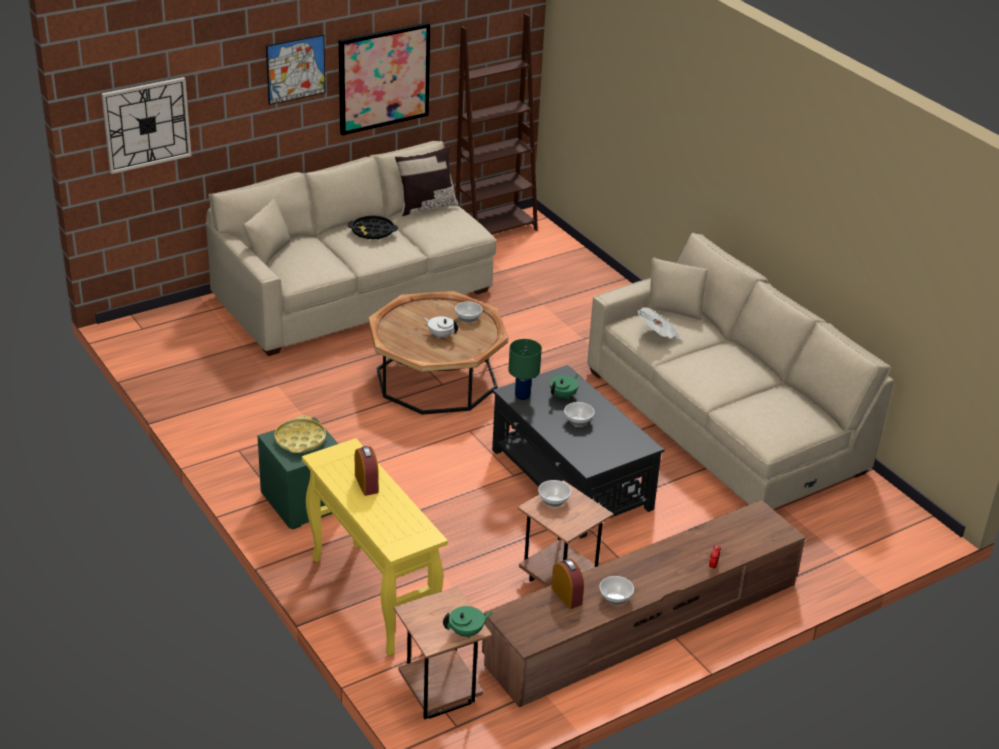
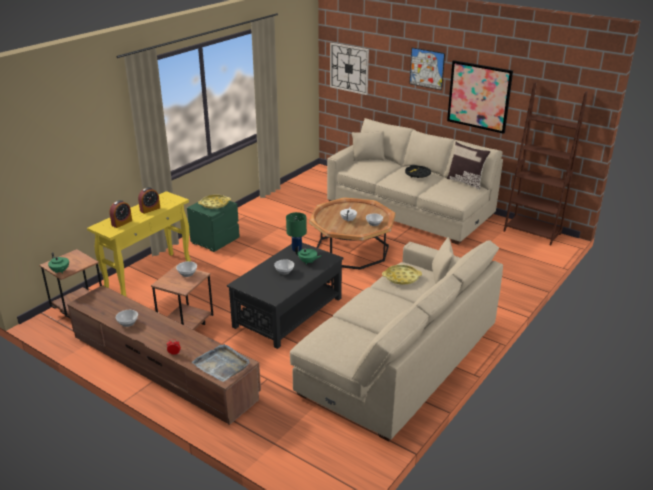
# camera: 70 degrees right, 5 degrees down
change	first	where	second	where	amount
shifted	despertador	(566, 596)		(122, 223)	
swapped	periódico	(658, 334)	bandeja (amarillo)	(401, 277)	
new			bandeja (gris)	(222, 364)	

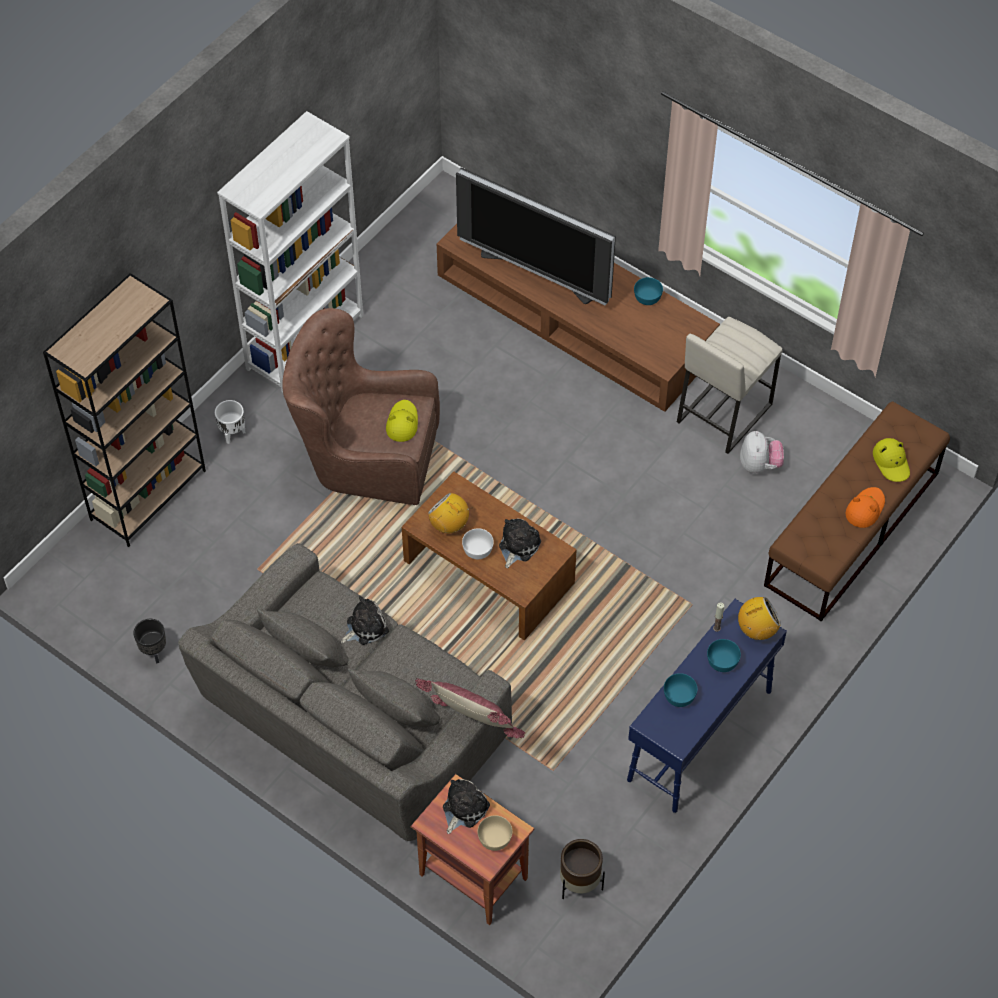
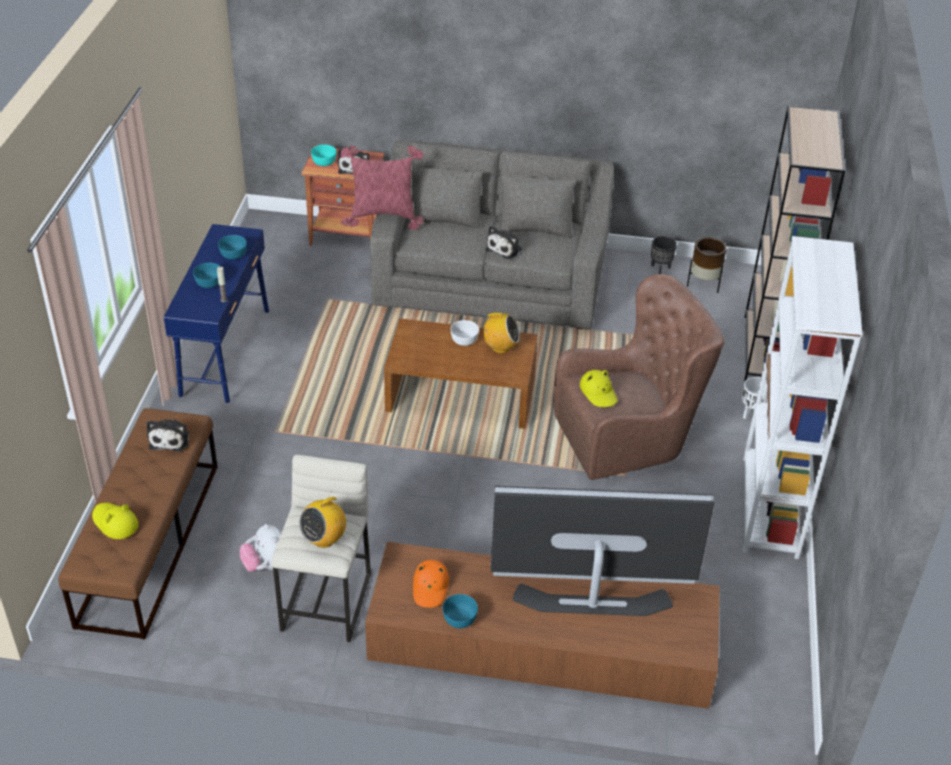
# camera: 150 degrees right, 15 degrees down
change	first	where	second	where	amount
repainted	cuenco (beis)	(494, 838)	cuenco (turquesa)	(324, 162)	
shifted	peluche	(518, 546)		(170, 439)	
shifted	maceta (marrón)	(580, 884)		(703, 284)	
shifted	radio	(757, 630)		(324, 539)	
shifted	sombrero (naranja)	(865, 509)		(430, 587)	

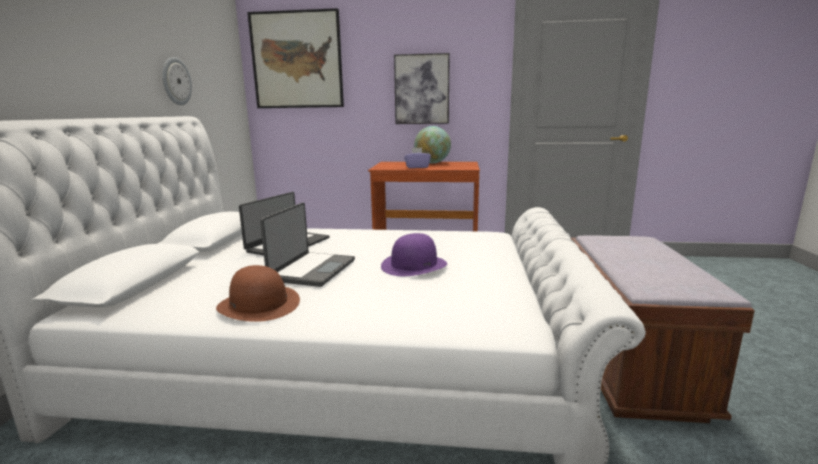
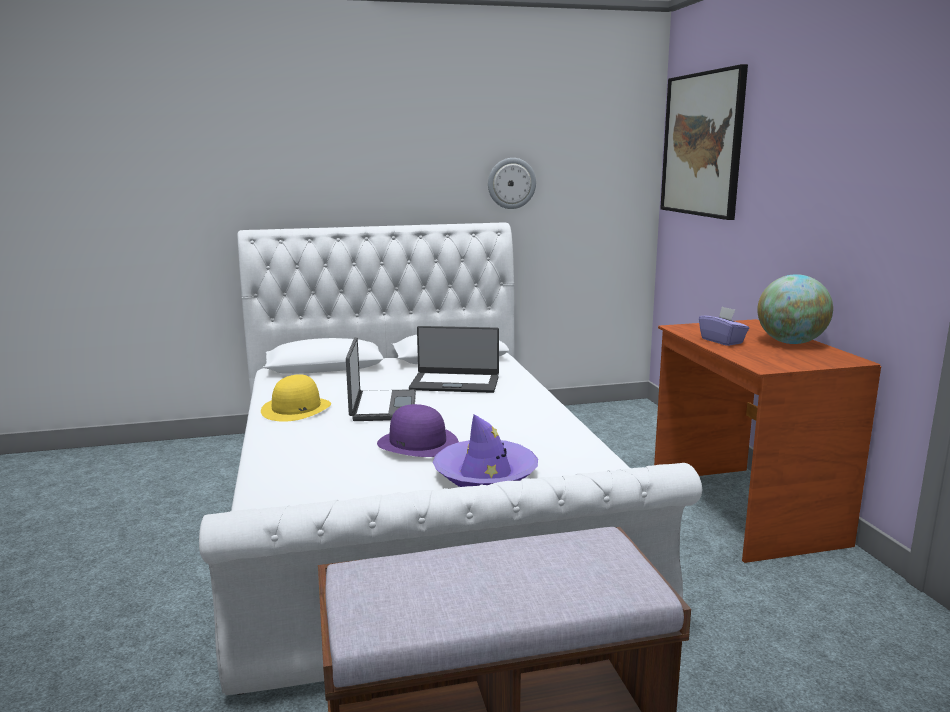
# camera: 70 degrees right, 0 degrees up
change	first	where	second	where	amount
repainted	sombrero (marrón)	(259, 304)	sombrero (amarillo)	(296, 409)	
rotated	portátil	(312, 270)		(382, 407)	90 degrees counterclockwise
gone	cuadro	(422, 89)			
new			sombrero (morado)	(485, 474)	

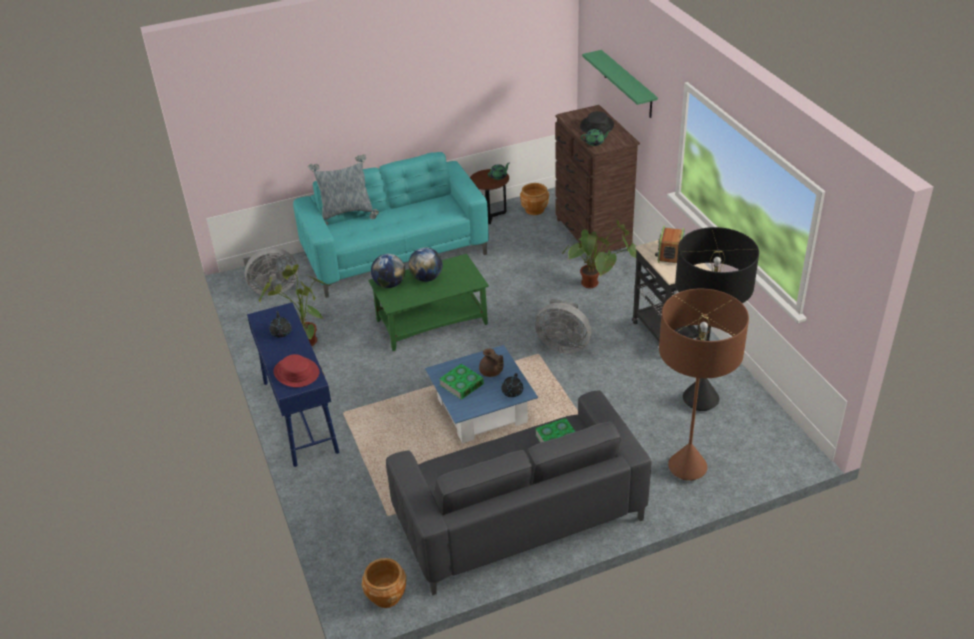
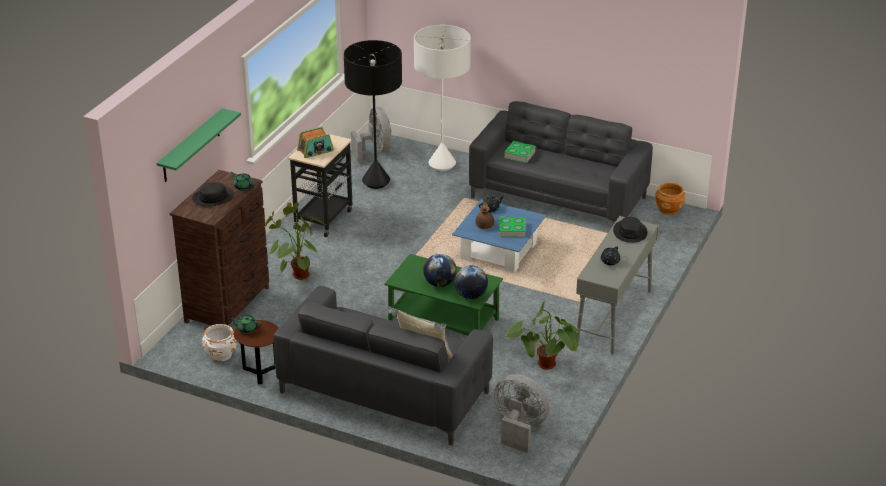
# camera: 135 degrees left, 5 degrees down
change	first	where	second	where	amount
repainted	mesa consola (azul)	(301, 416)	mesa consola (gris)	(613, 317)	
repainted	sombrero (rojo)	(296, 373)	sombrero (negro)	(630, 232)	
repainted	sofá (turquesa)	(396, 254)	sofá (gris)	(383, 392)	
repainted	maceta (marrón)	(534, 210)	maceta (blanco)	(221, 354)	
shifted	ventilador (gris)	(563, 345)		(375, 151)	
repainted	lámpara de pie (marrón)	(687, 469)	lámpara de pie (blanco)	(442, 165)	

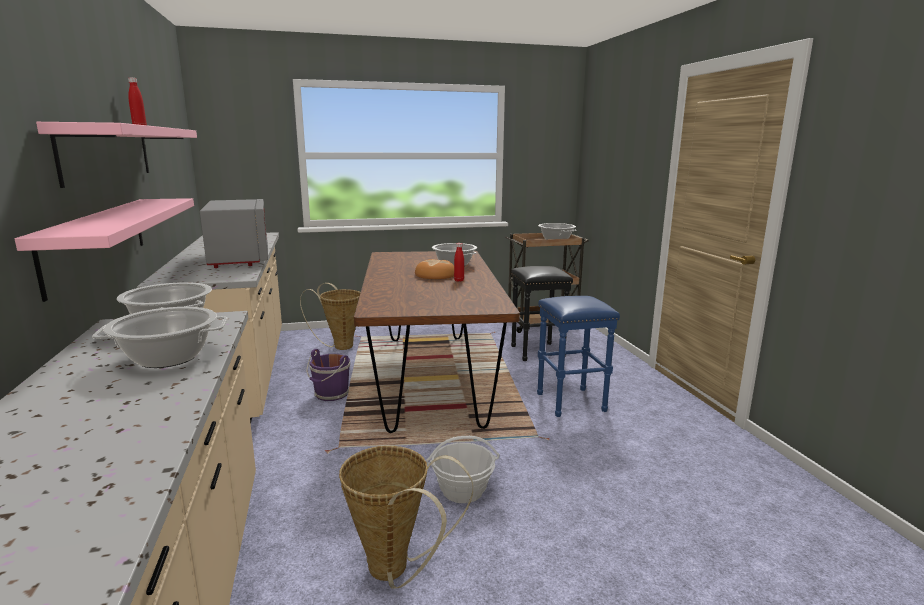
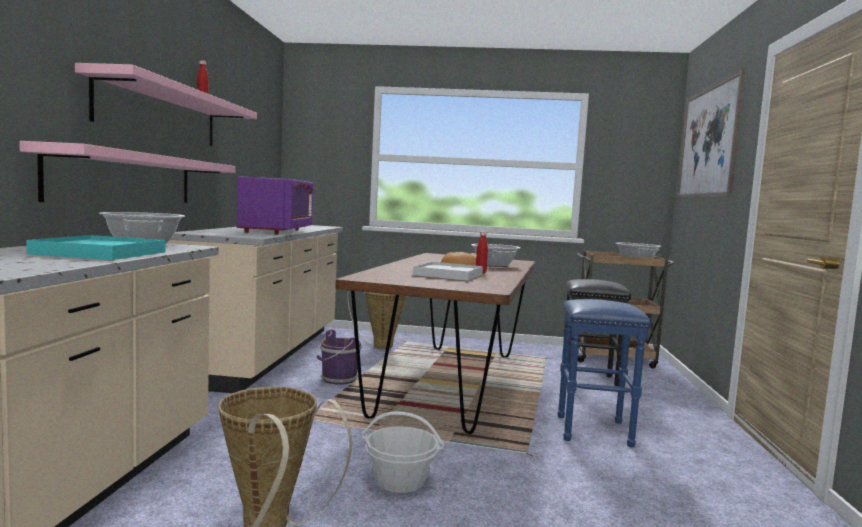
# camera: 20 degrees right, 10 degrees down
change	first	where	second	where	amount
swapped	olla	(167, 358)	bandeja (turquesa)	(100, 253)	
repainted	microondas (gris)	(240, 258)	microondas (morado)	(277, 231)	
new			bandeja (blanco)	(448, 275)	
new			cuadro	(707, 142)	

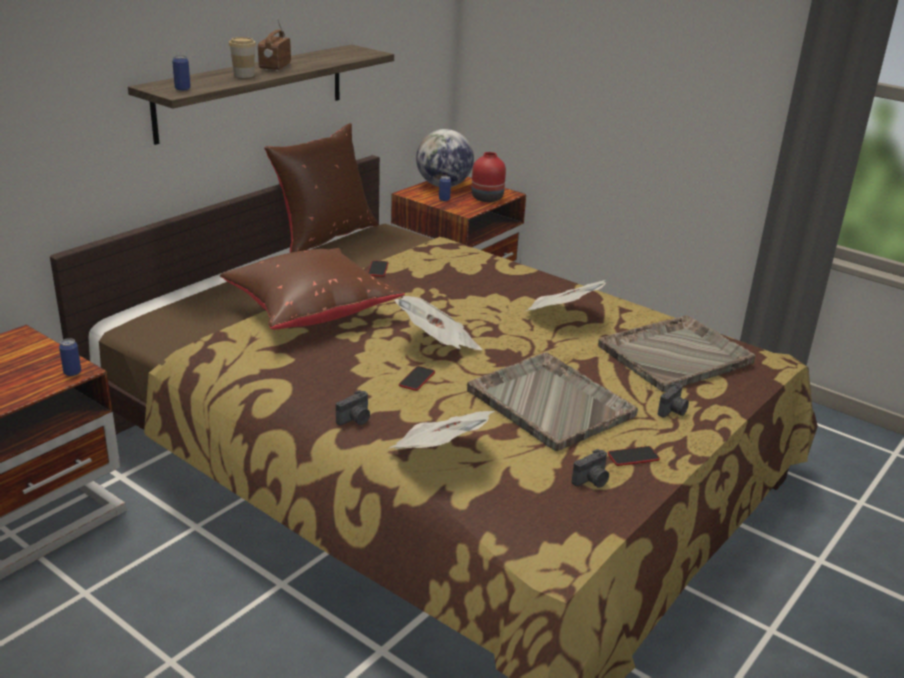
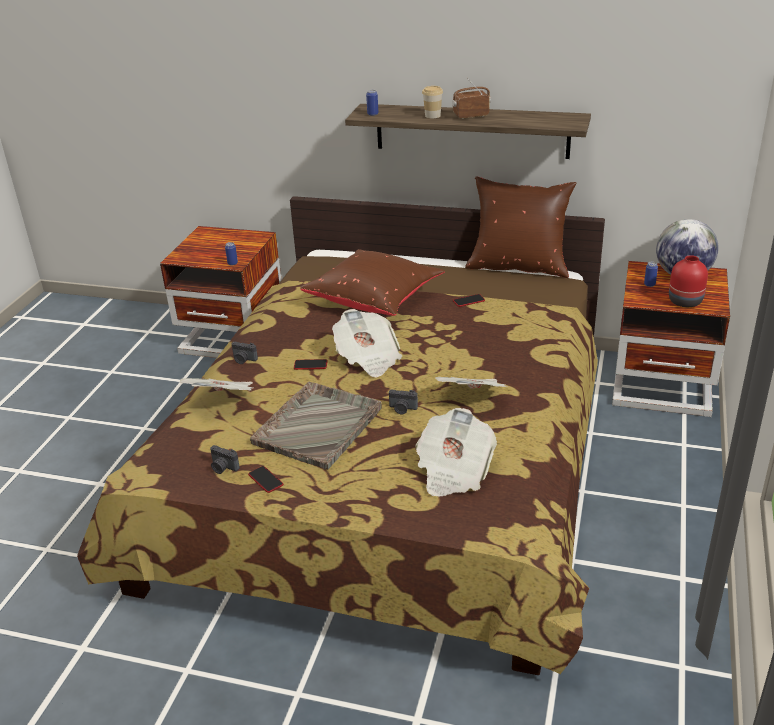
# camera: 70 degrees right, 5 degrees up
change	first	where	second	where	amount
swapped	bandeja (gris)	(676, 355)	periódico	(453, 471)	
shifted	cámara	(673, 411)		(402, 409)	

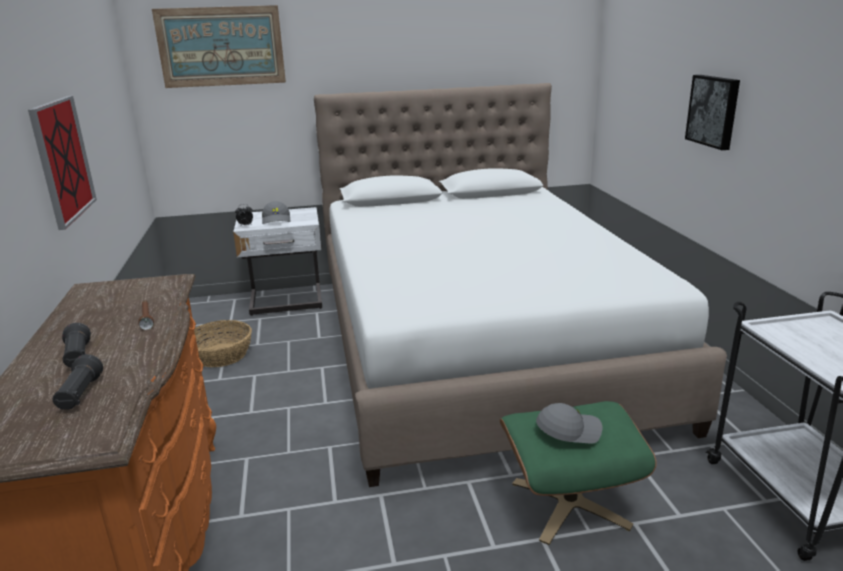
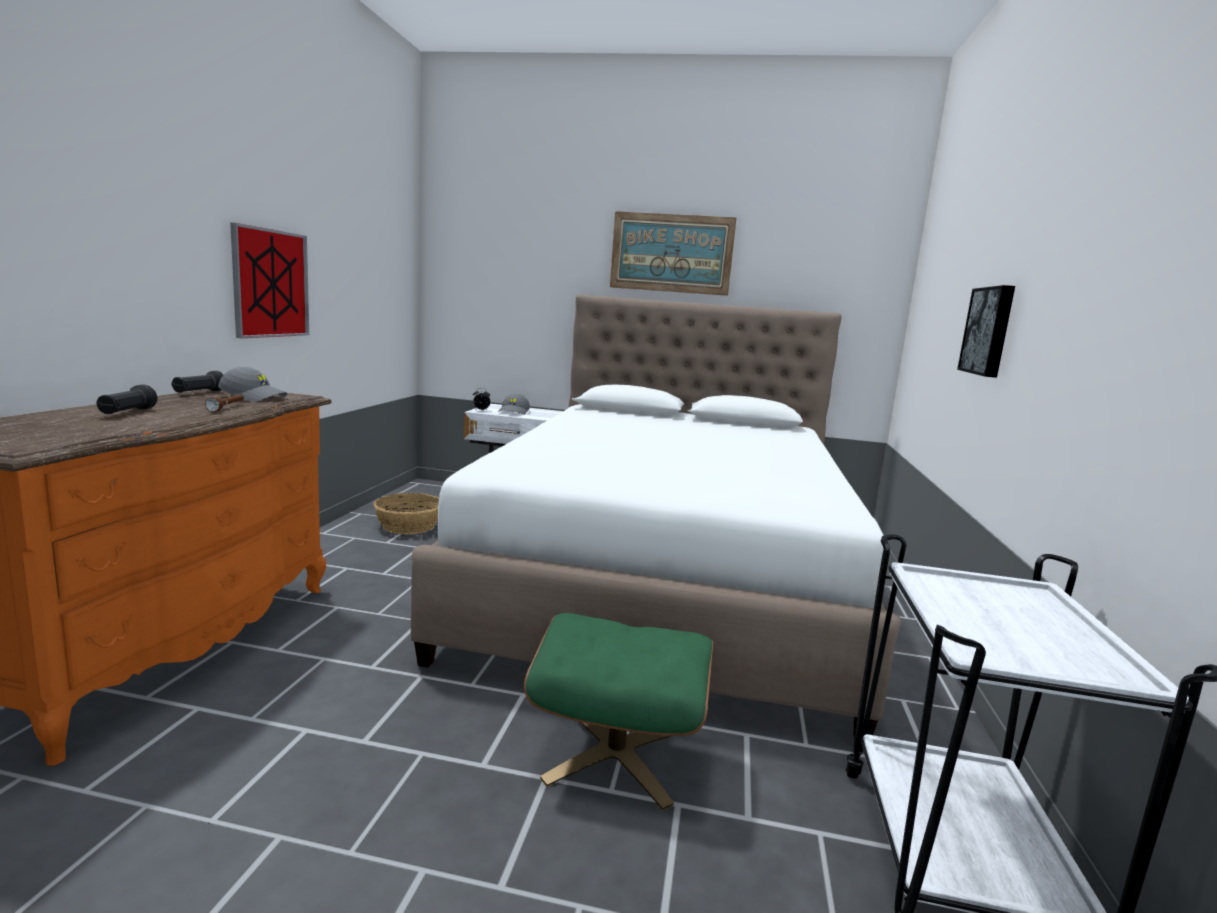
# camera: 20 degrees right, 10 degrees down
change	first	where	second	where	amount
shifted	linterna (negro)	(80, 395)		(199, 393)	
shifted	cuadro	(221, 46)		(671, 253)	
shifted	gorra (gris)	(568, 430)		(254, 397)	

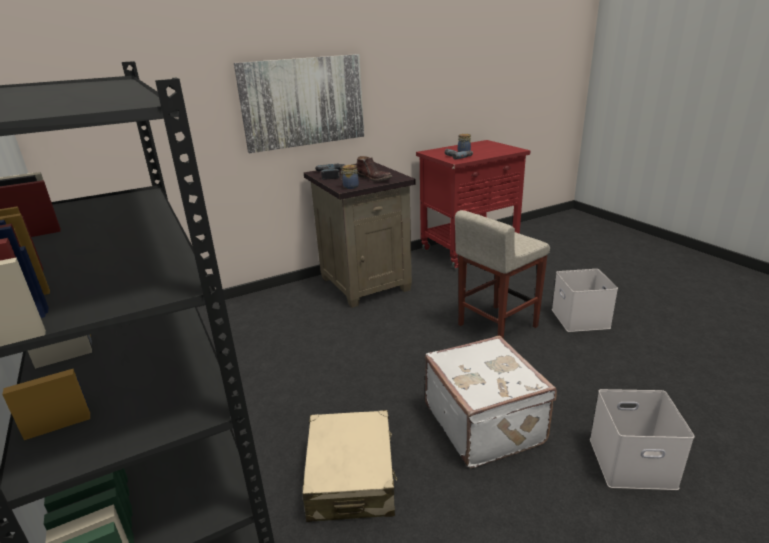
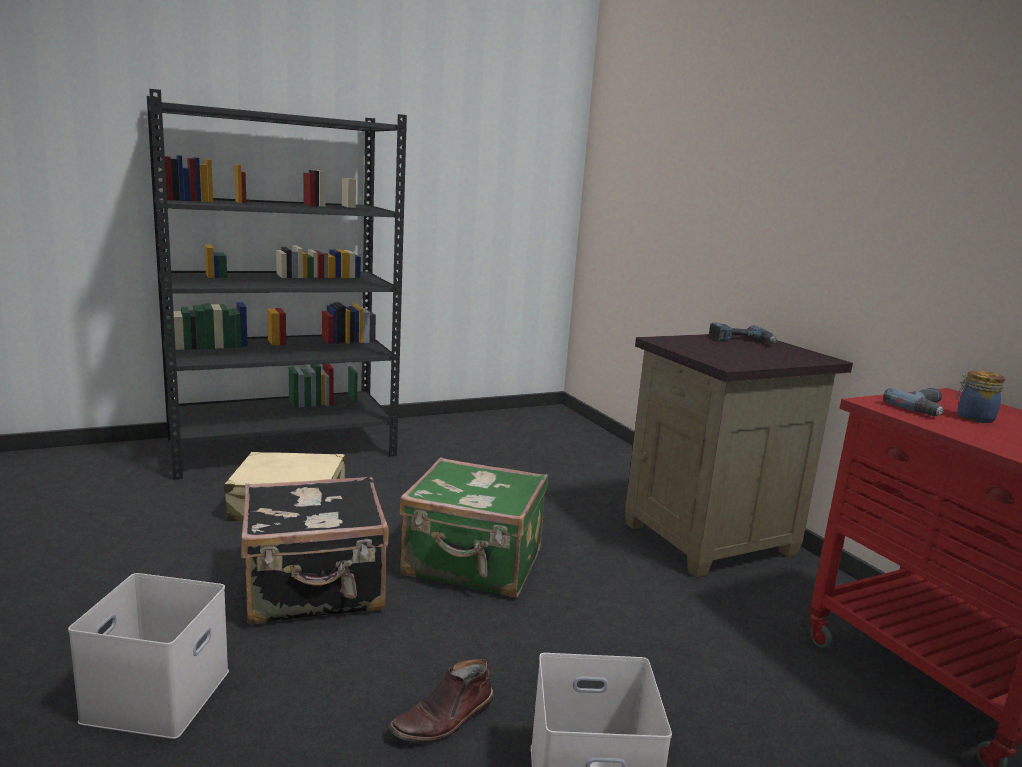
# camera: 90 degrees right, 10 degrees down
change	first	where	second	where	amount
gone	cuadro	(303, 102)			
gone	tarro	(350, 187)			
shifted	bota (marrón)	(374, 178)		(444, 720)	
repainted	maleta (blanco)	(485, 423)	maleta (negro)	(315, 589)	
gone	taburete (beis)	(496, 326)			
new			maleta (verde)	(473, 564)	

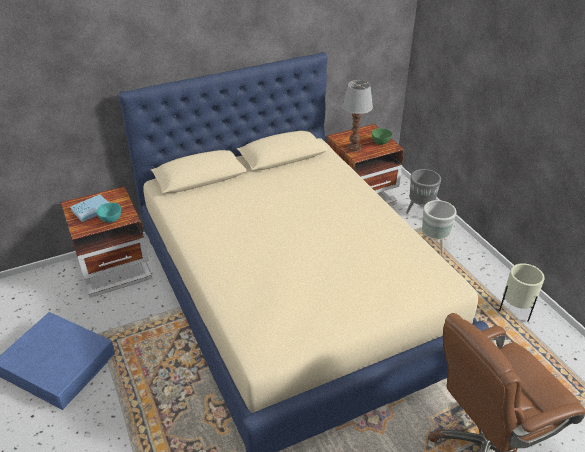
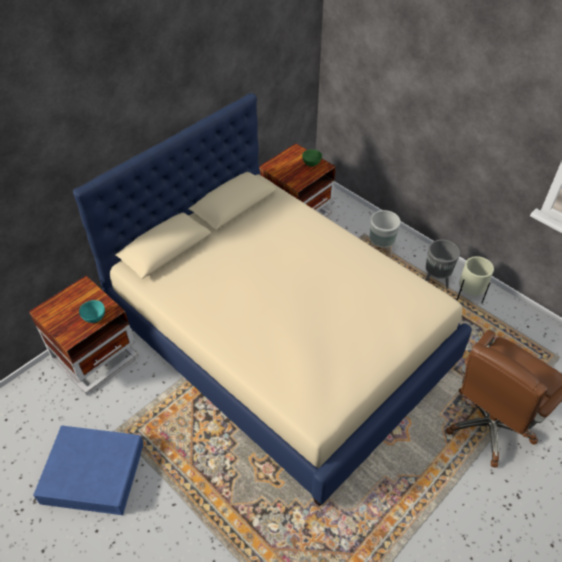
# camera: 20 degrees left, 10 degrees up
change	first	where	second	where	amount
gone	libro (azul)	(91, 209)			
gone	lámpara de mesa	(354, 148)			
shifted	maceta (gris)	(420, 213)		(435, 281)	

